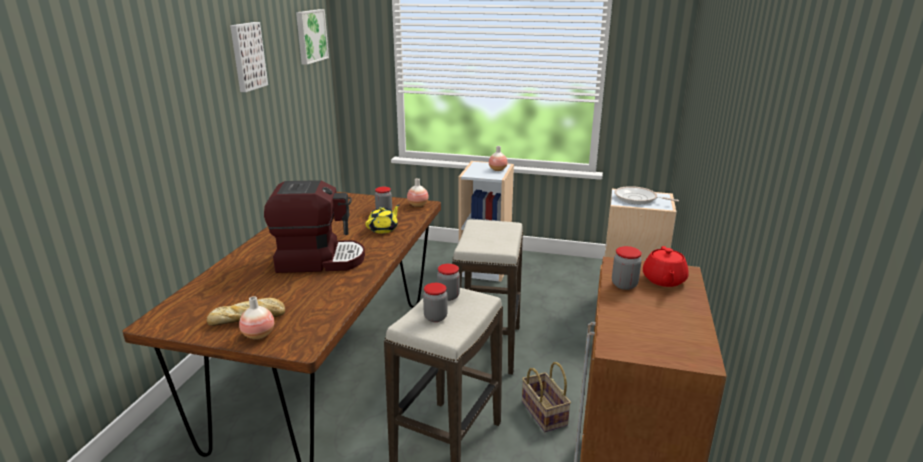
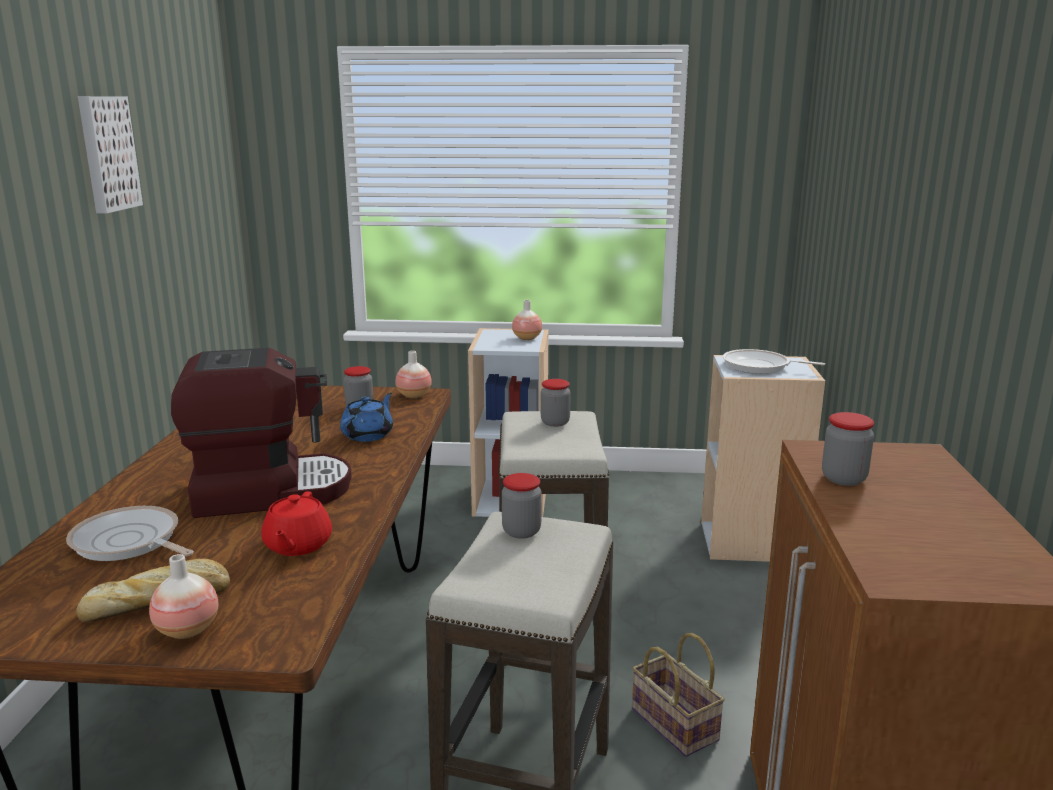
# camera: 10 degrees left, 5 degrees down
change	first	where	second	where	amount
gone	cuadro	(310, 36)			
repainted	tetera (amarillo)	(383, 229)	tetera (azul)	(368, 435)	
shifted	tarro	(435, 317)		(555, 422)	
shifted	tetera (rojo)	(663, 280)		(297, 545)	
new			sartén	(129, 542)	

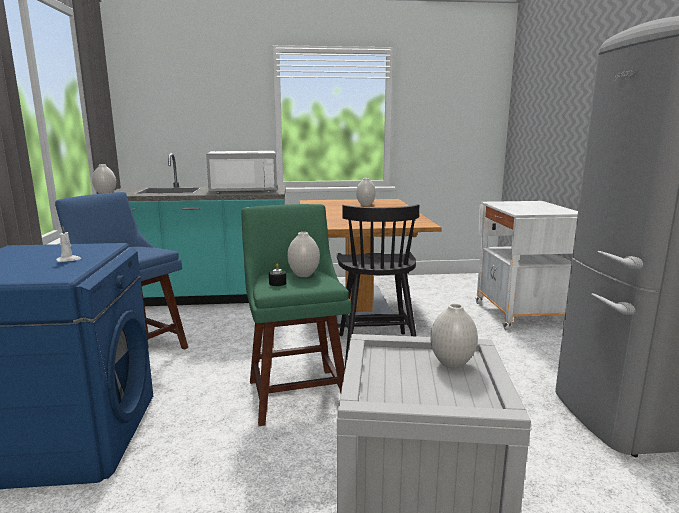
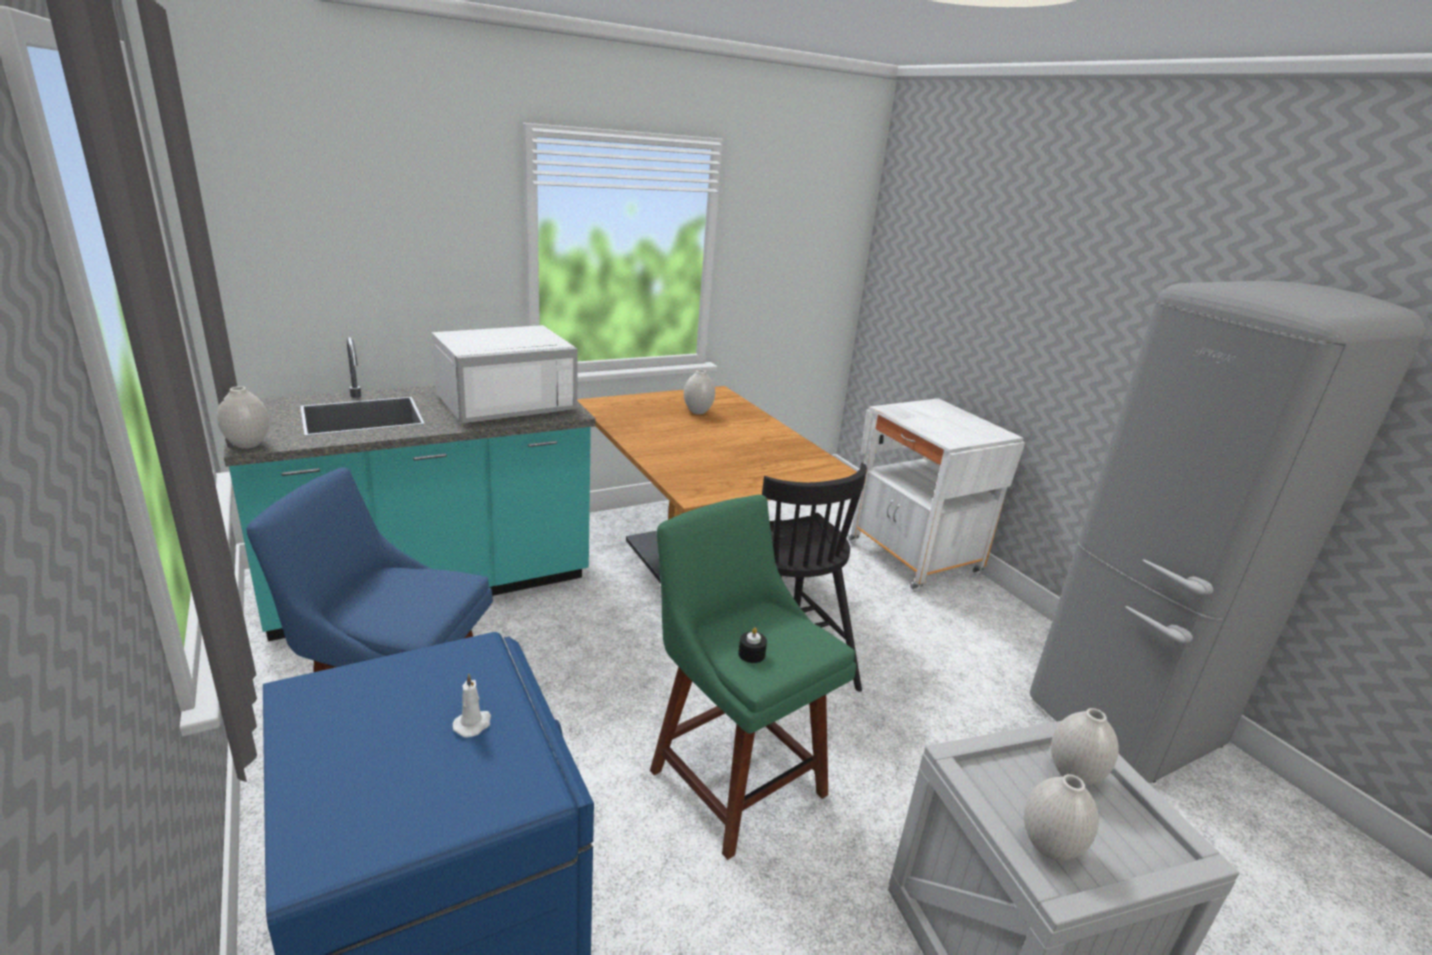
# camera: 25 degrees left, 10 degrees up
change	first	where	second	where	amount
shifted	florero (blanco)	(304, 275)		(1049, 847)	

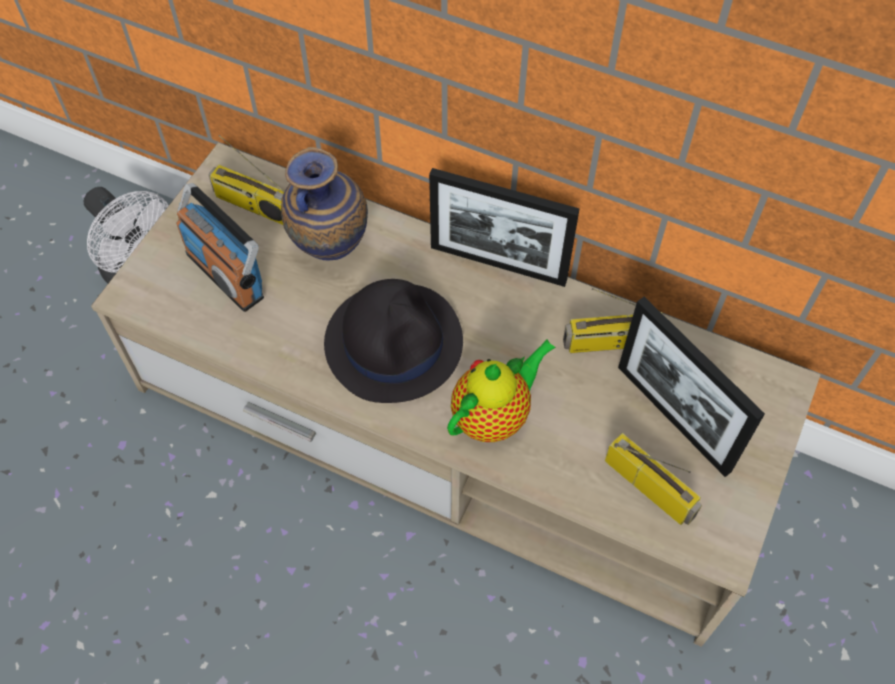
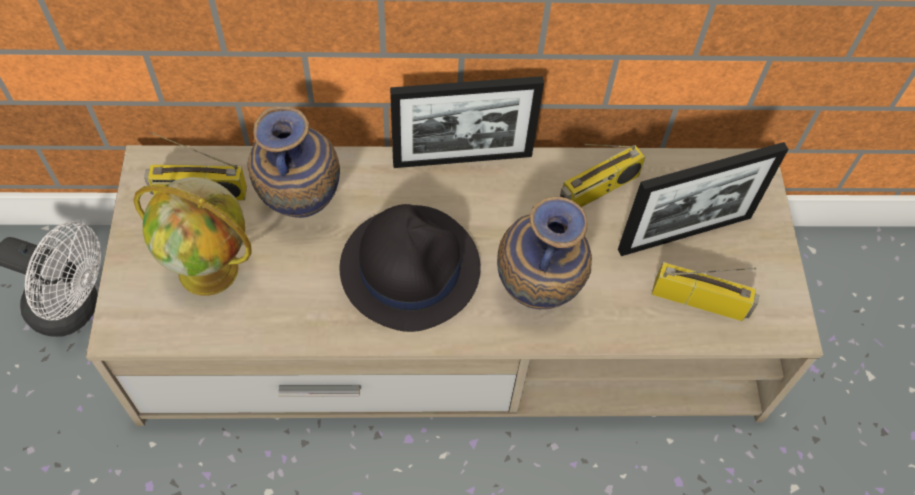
# camera: 30 degrees left, 0 degrees up
change	first	where	second	where	amount
swapped	radio	(226, 274)	globo terráqueo	(210, 269)	
swapped	tetera	(494, 415)	florero	(537, 295)	
rotated	portarretratos	(673, 418)		(685, 233)	45 degrees counterclockwise

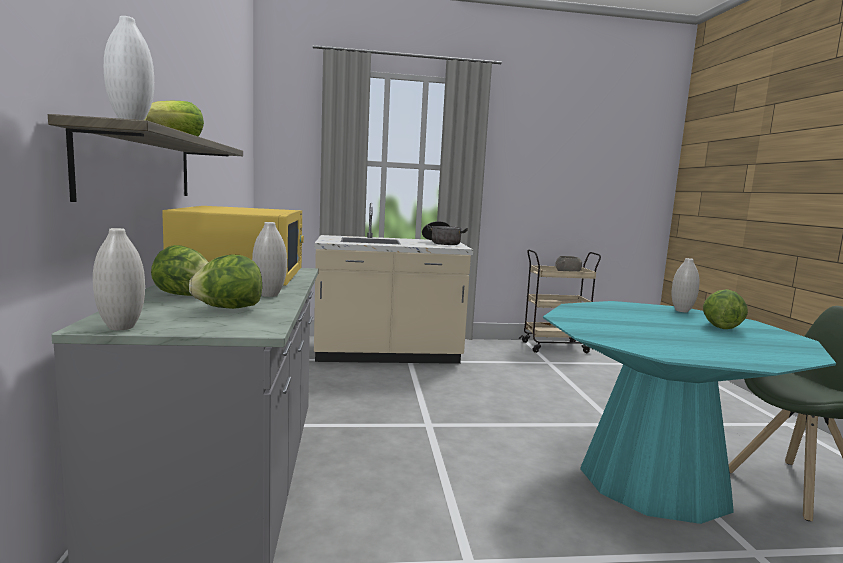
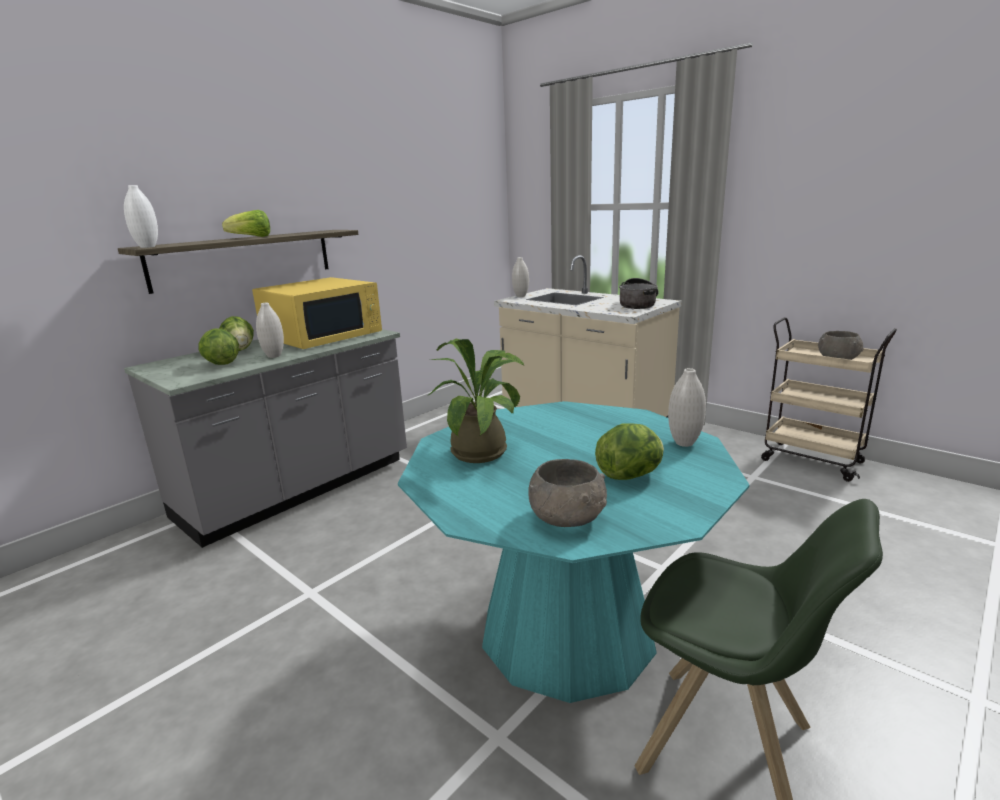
# camera: 50 degrees right, 10 degrees up
change	first	where	second	where	amount
shifted	florero (blanco)	(121, 327)		(521, 296)	
new			planta en maceta	(484, 450)	
new			cuenco (gris)	(567, 518)	

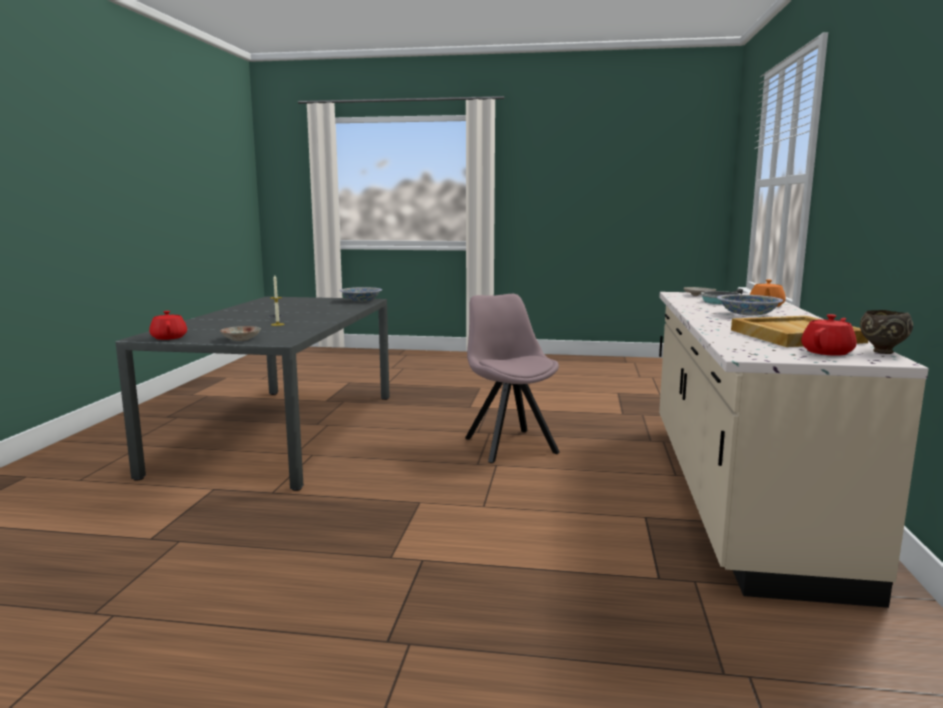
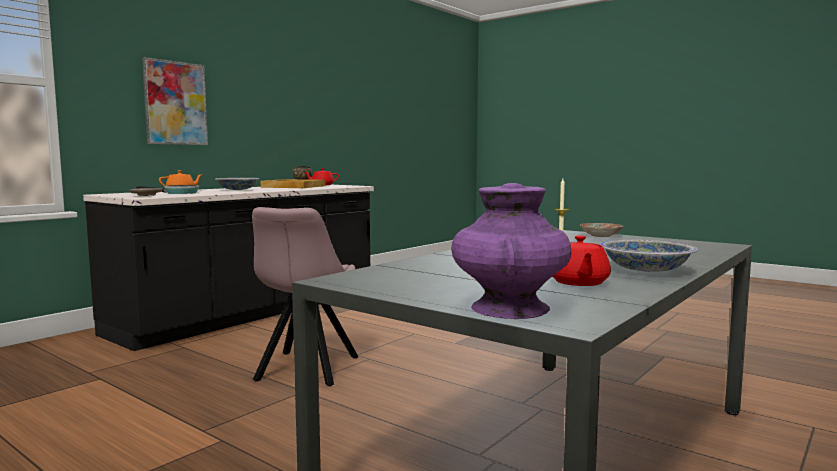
# camera: 150 degrees left, 5 degrees down
change	first	where	second	where	amount
shifted	tetera (rojo)	(169, 337)		(578, 283)	
shifted	cuenco	(361, 301)		(646, 270)	
repainted	mueble bajo de cocina (beis)	(737, 493)	mueble bajo de cocina (negro)	(252, 313)	
new			cuadro	(175, 103)	
new			florero (morado)	(509, 308)	

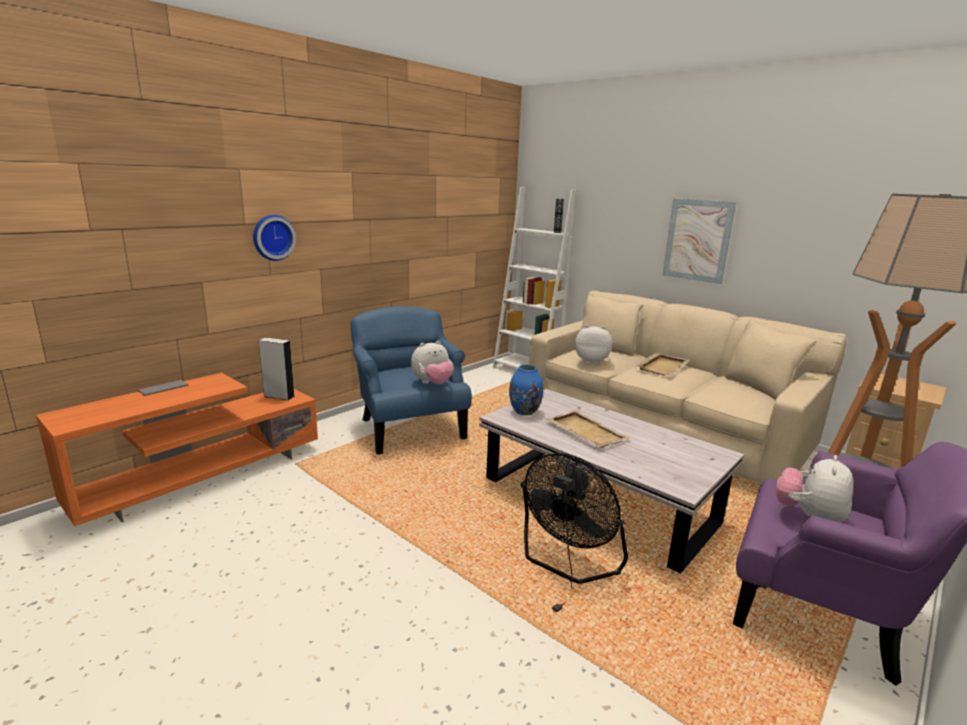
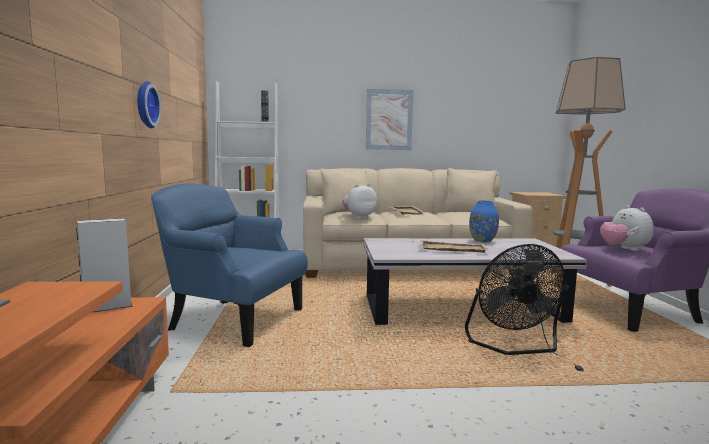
# camera: 45 degrees left, 10 degrees down
change	first	where	second	where	amount
shifted	reloj de pared	(272, 237)		(145, 105)	
gone	peluche	(432, 383)			
shifted	florero (azul)	(524, 411)		(482, 240)	

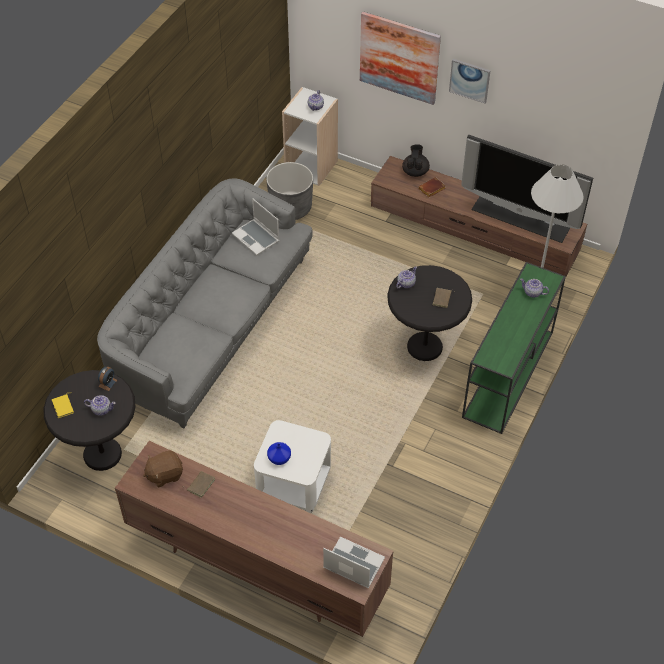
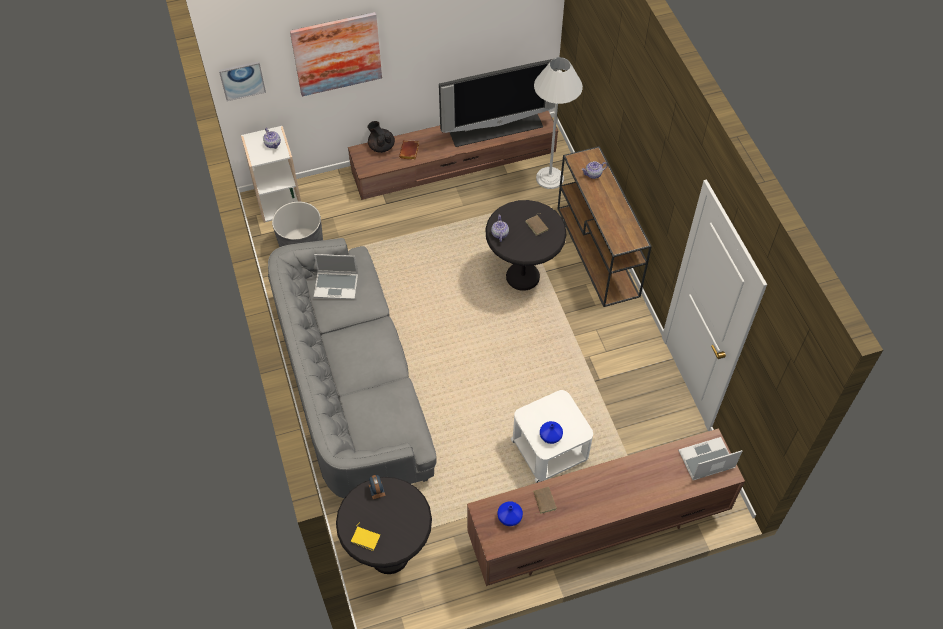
# camera: 45 degrees left, 5 degrees up
change	first	where	second	where	amount
gone	tetera	(101, 409)			
swapped	peluche (marrón)	(164, 474)	florero (azul)	(510, 517)	
shifted	cuadro	(469, 80)		(242, 80)	
repainted	mesa consola (verde)	(508, 375)	mesa consola (marrón)	(598, 252)	

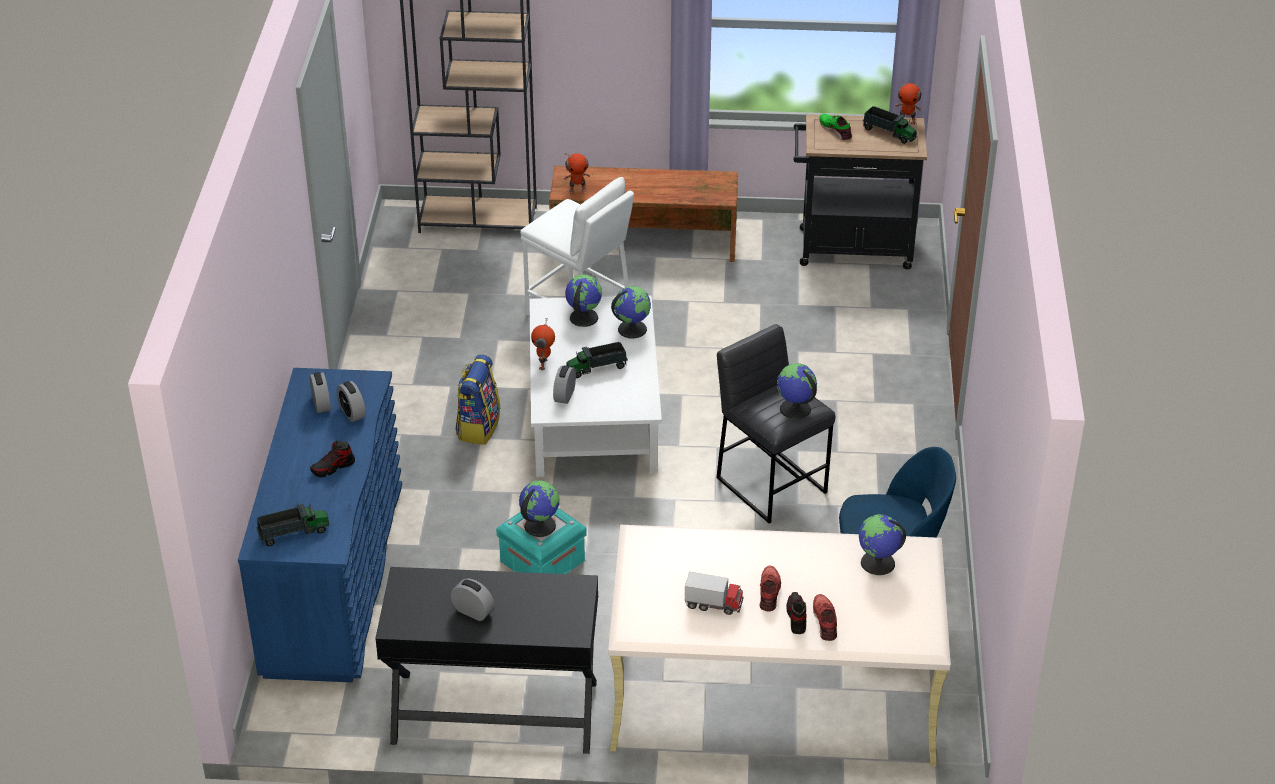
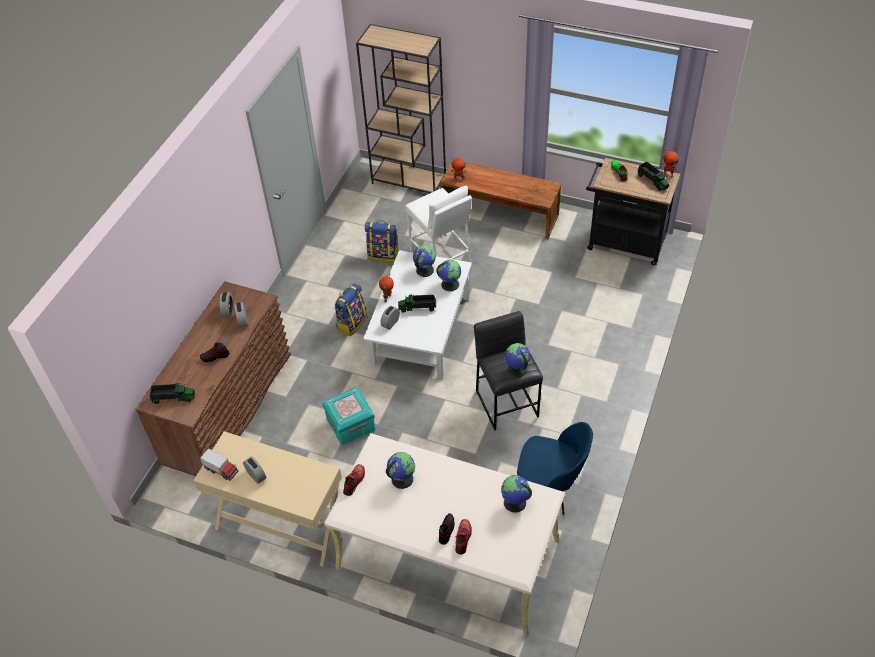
# camera: 20 degrees right, 10 degrees up
change	first	where	second	where	amount
repainted	cómoda (azul)	(333, 581)	cómoda (marrón)	(229, 410)	
repainted	mesa consola (negro)	(494, 712)	mesa consola (beis)	(281, 523)	
shifted	globo terráqueo	(539, 525)		(402, 478)	
shifted	camión de juguete	(713, 604)		(221, 470)	
shifted	zapato (rojo)	(770, 592)		(354, 481)	
new			mochila	(383, 255)	

